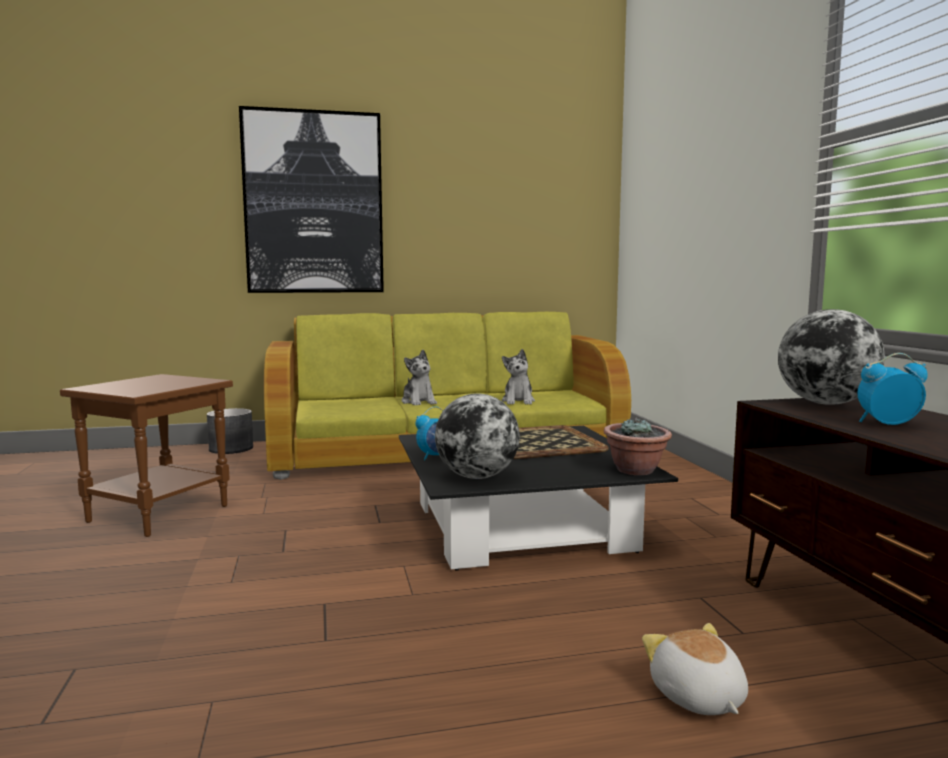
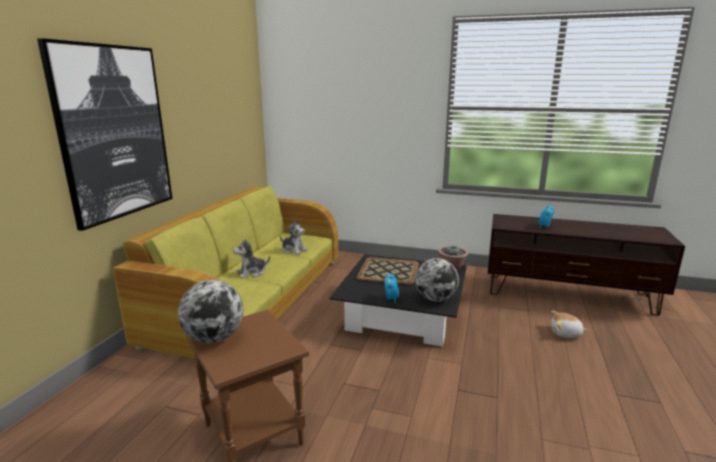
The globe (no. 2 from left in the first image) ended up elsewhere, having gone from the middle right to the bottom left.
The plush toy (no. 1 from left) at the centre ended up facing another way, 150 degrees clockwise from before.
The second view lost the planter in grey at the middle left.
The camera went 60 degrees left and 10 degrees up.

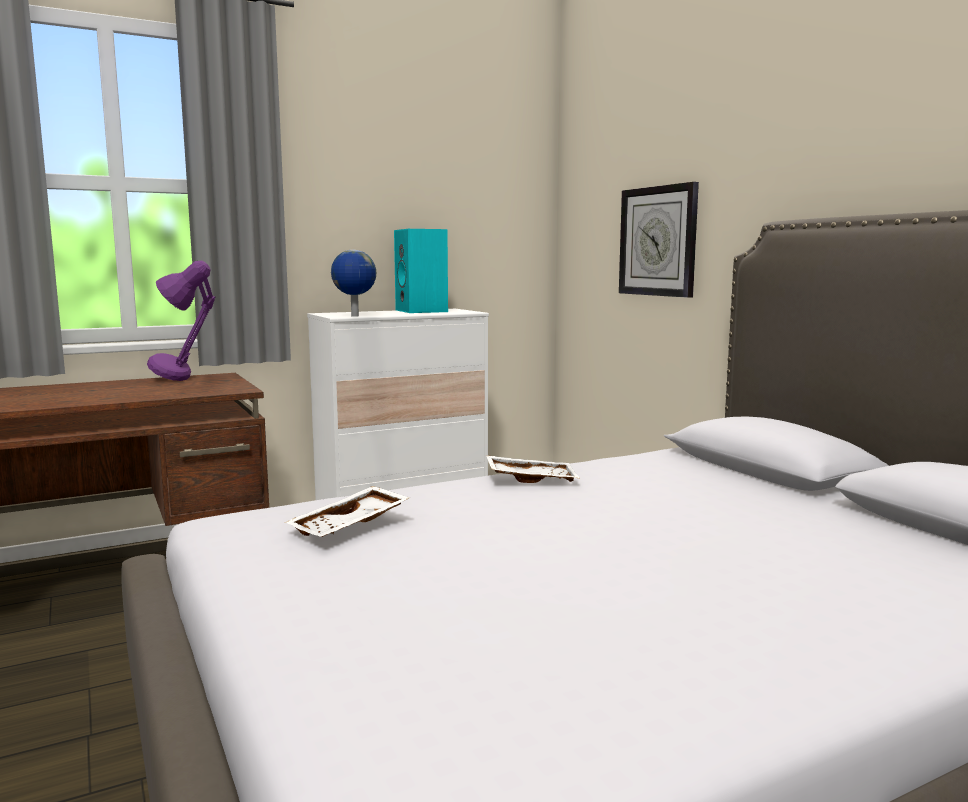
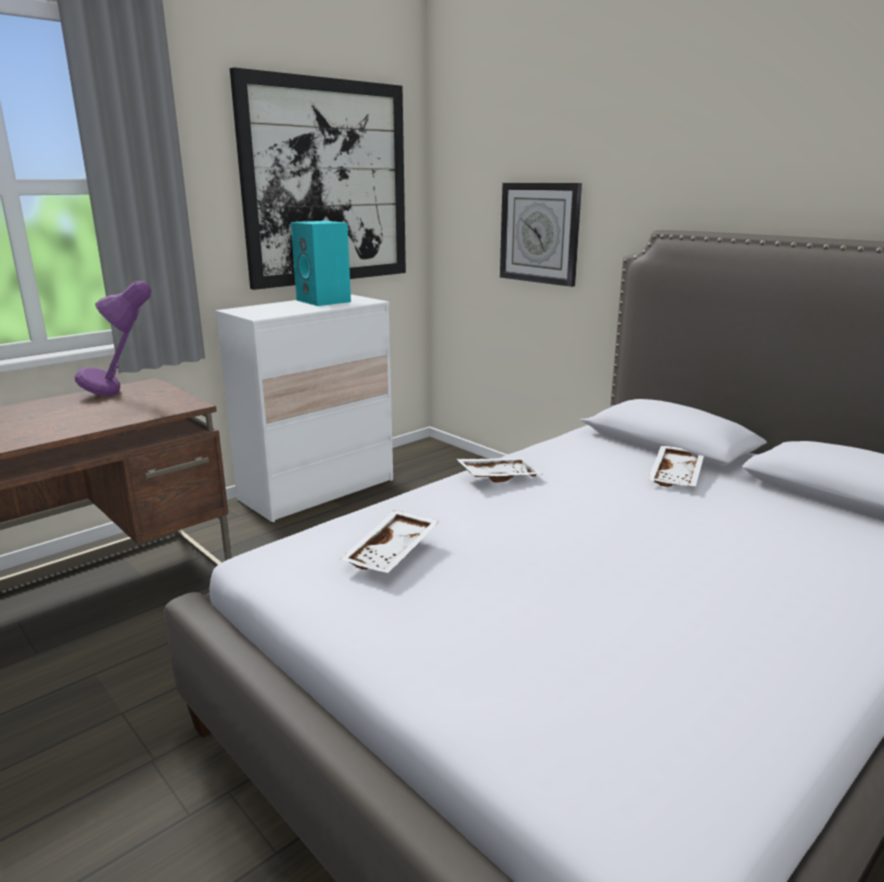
The second view lost the globe at the centre.
The second view gained the picture at the top centre.
The second view gained the tray in white (no. 3 from left) at the middle right.
The camera went 15 degrees left and 10 degrees up.

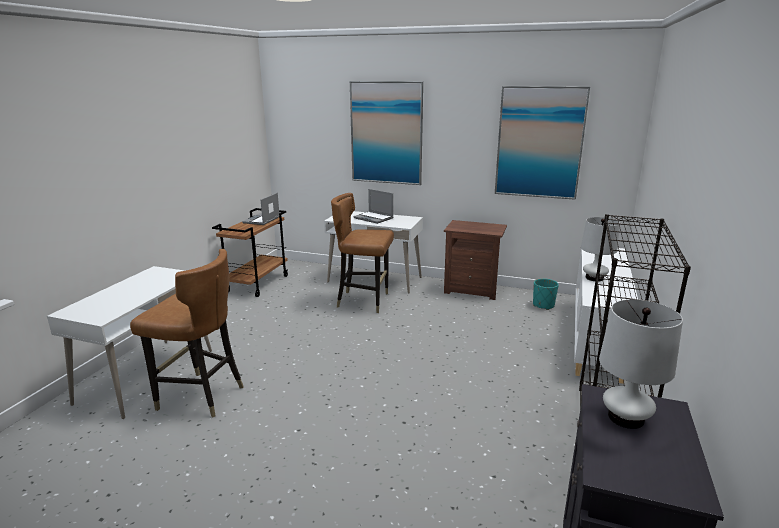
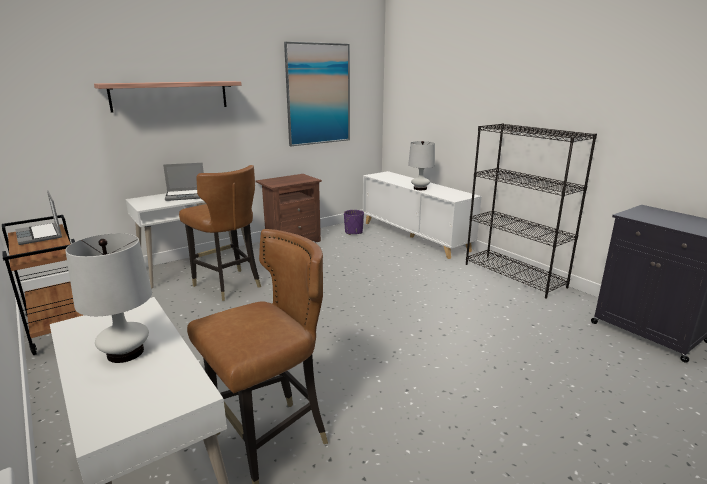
Where the picture (no. 1 from left) hung at the top centre, the shelf came to hang at the top left.
The chair in brown (no. 2 from left in the first image) at the centre ended up facing another way, 90 degrees counterclockwise from before.
What was the planter in turquoise at the middle right turned into the planter in purple at the centre.
The table lamp in white (no. 2 from left in the first image) ended up elsewhere, having gone from the bottom right to the middle left.
The camera went 55 degrees left and 0 degrees up.

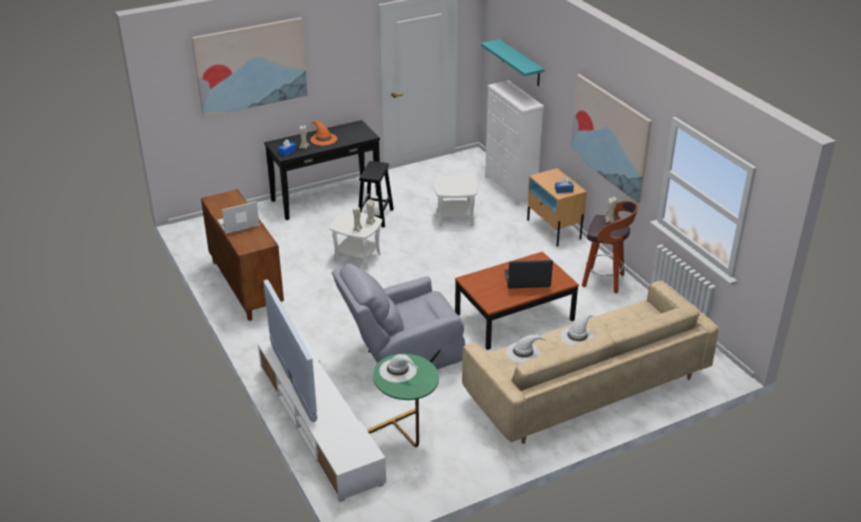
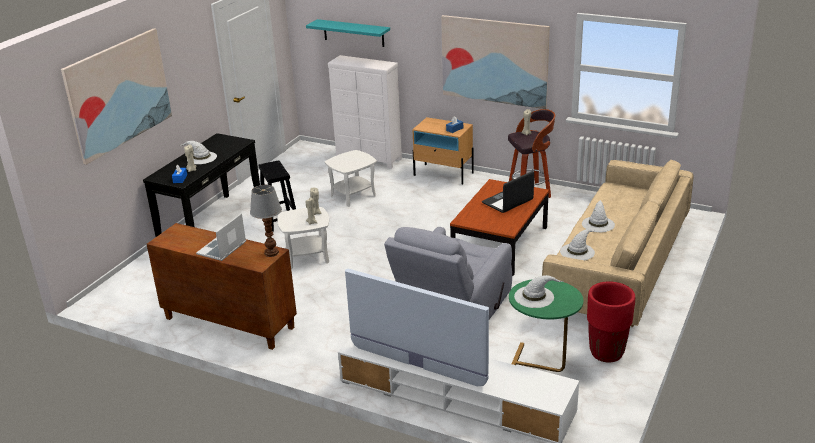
What was the hat in orange at the top centre turned into the hat in white (no. 1 from left) at the middle left.
The second view gained the table lamp at the middle left.
The second view gained the planter in red at the bottom right.
The camera went 35 degrees left and 5 degrees down.

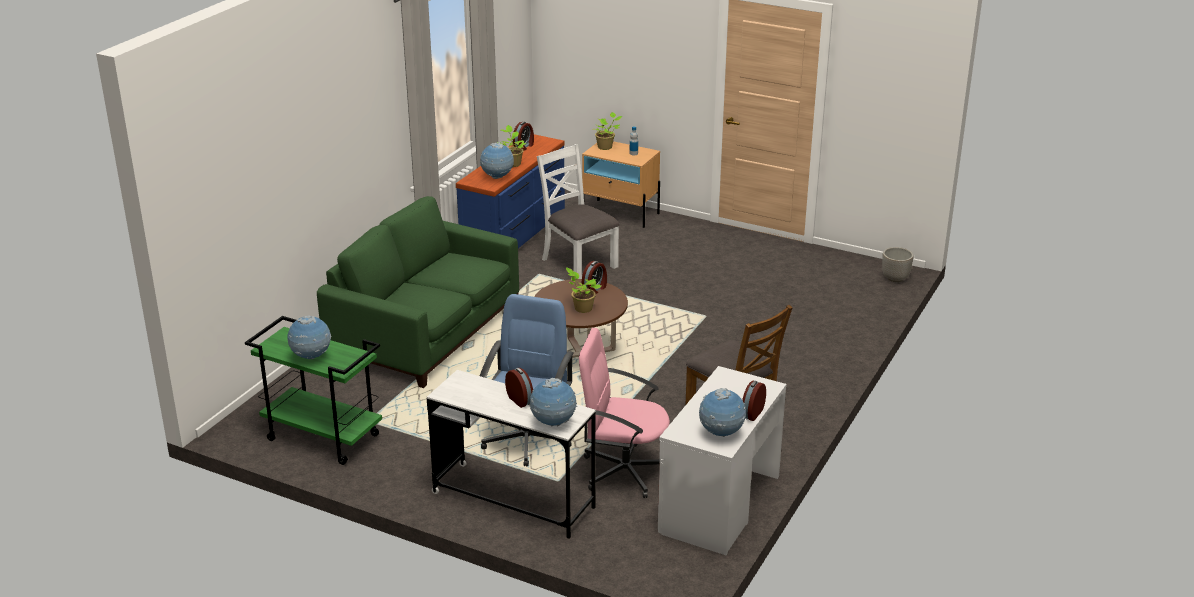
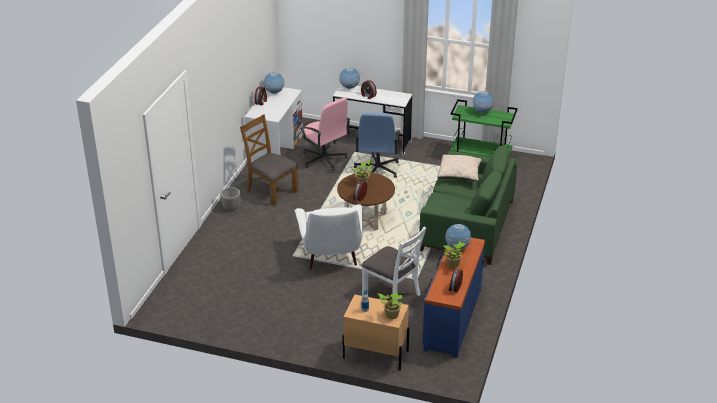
The planter ended up elsewhere, having gone from the middle right to the middle left.
The office chair in pink at the bottom centre ended up facing another way, 45 degrees clockwise from before.
The second view gained the pillow in beige at the centre.
The second view gained the armchair in white at the centre.
The camera went 170 degrees right and 5 degrees up.

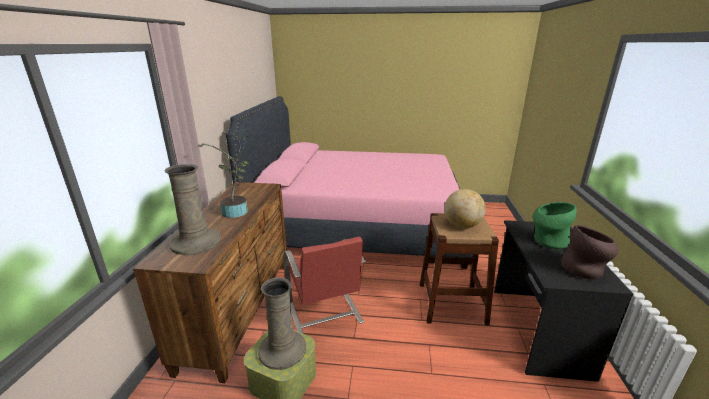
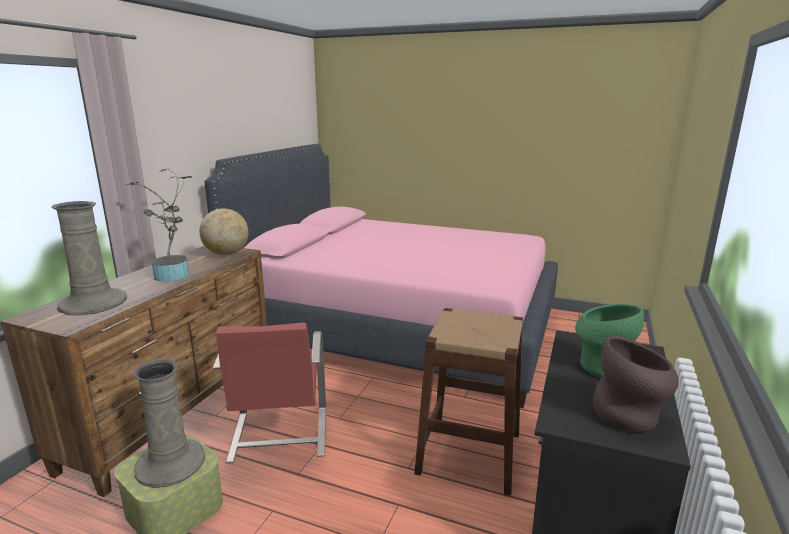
The globe ended up elsewhere, having gone from the centre to the middle left.
The camera went 15 degrees right and 5 degrees down.

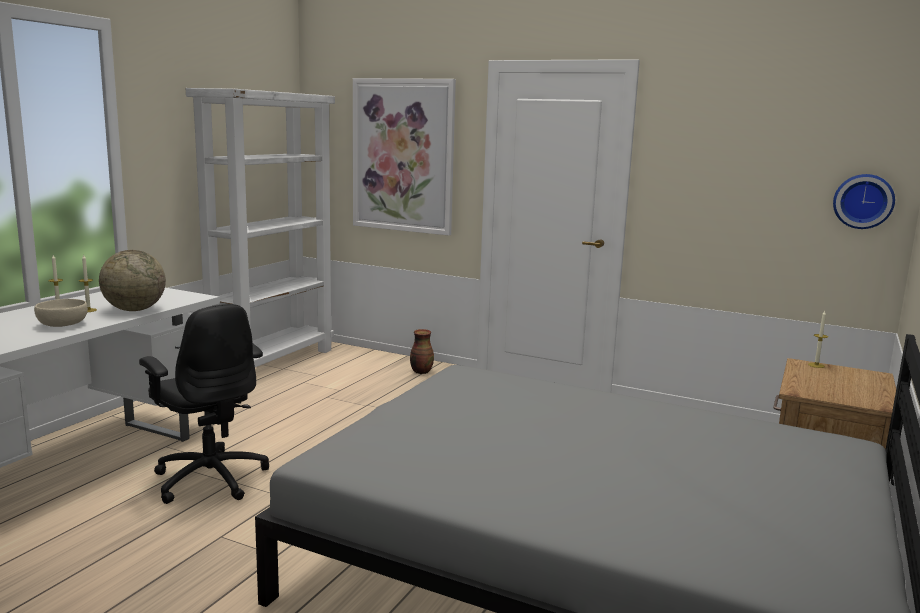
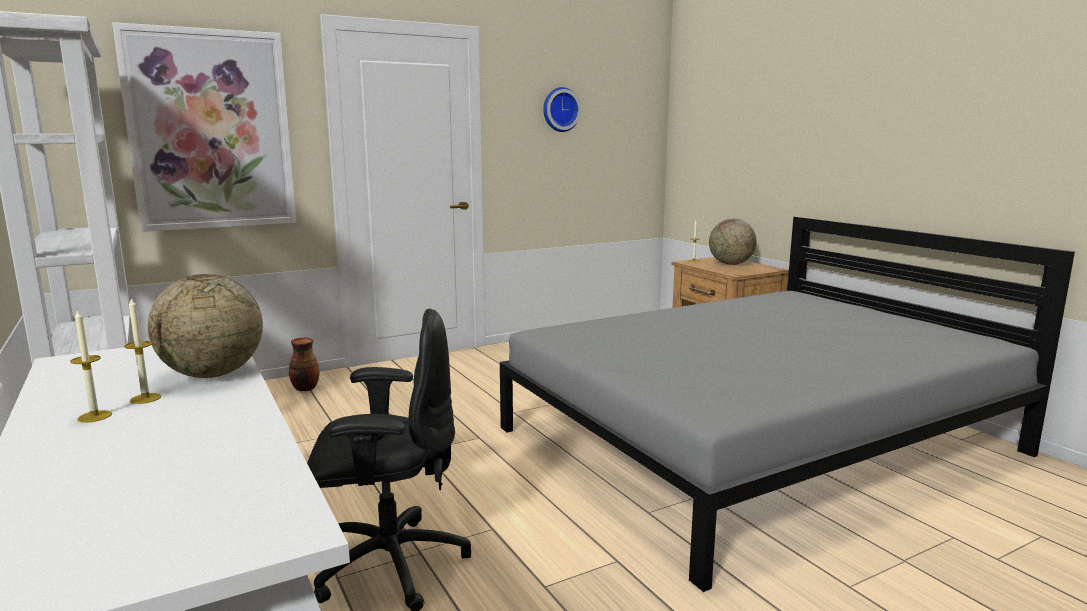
The wall clock ended up elsewhere, having gone from the top right to the top centre.
The second view lost the bowl in beige at the middle left.
The second view gained the globe (no. 2 from left) at the middle right.
The camera went 55 degrees left and 0 degrees up.

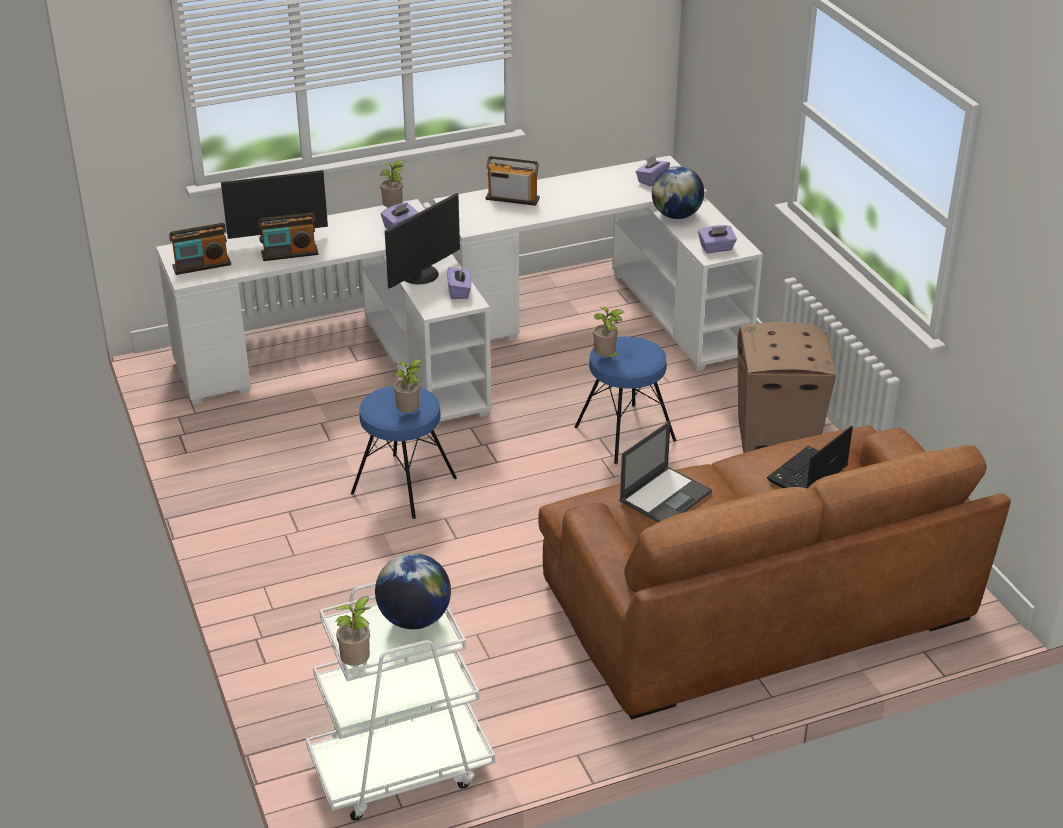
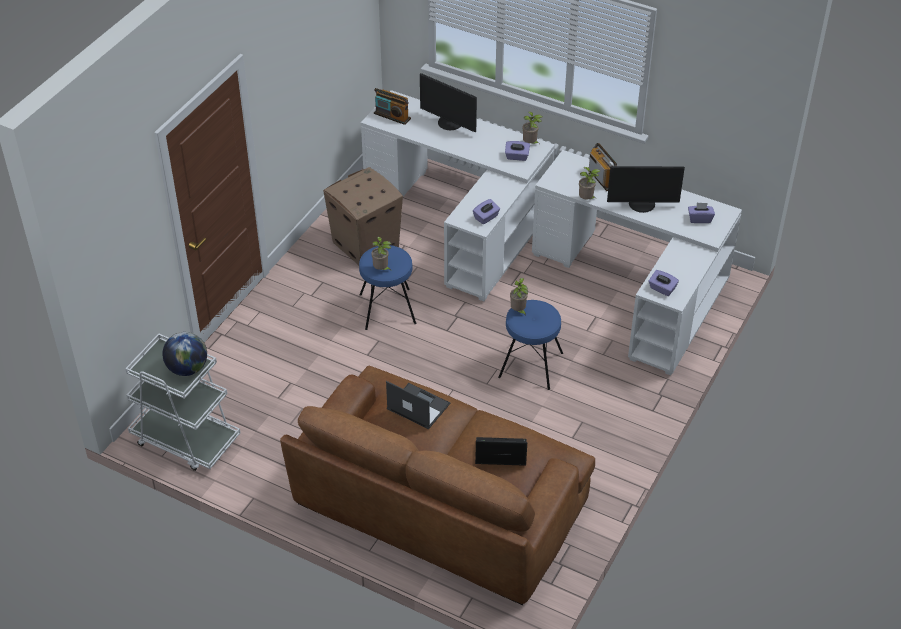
The second view lost the globe (no. 2 from left) at the top centre.
The monitor (no. 2 from left) ended up elsewhere, having gone from the top centre to the top right.
The second view lost the radio (no. 2 from left) at the top left.
The cardboard box ended up elsewhere, having gone from the middle right to the centre.
The laptop (no. 1 from left) at the centre ended up facing another way, 150 degrees counterclockwise from before.
The potted plant (no. 1 from left in the first image) ended up elsewhere, having gone from the bottom left to the top centre.
The camera went 50 degrees right and 10 degrees up.

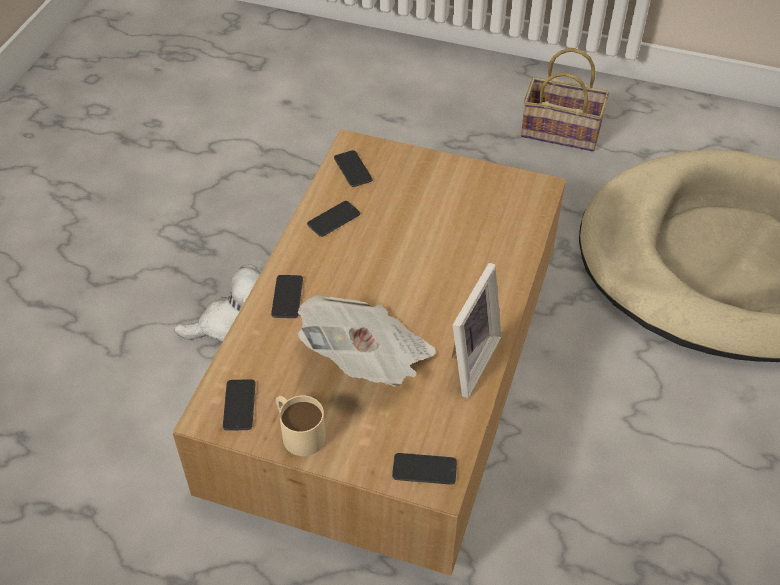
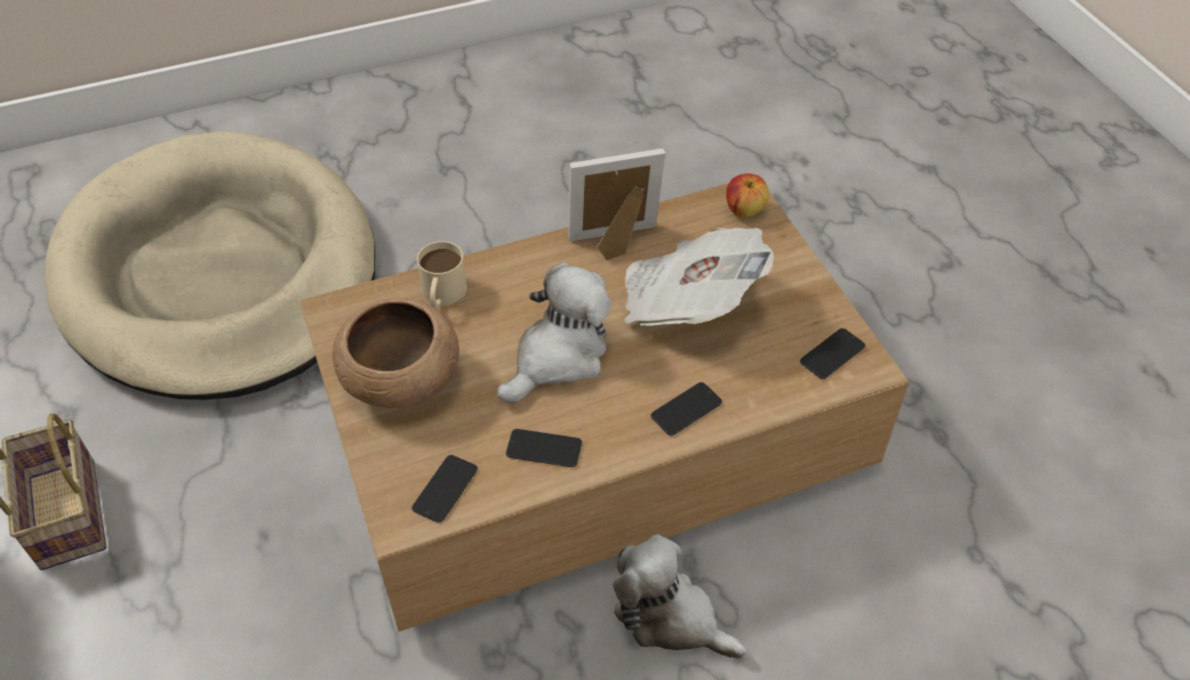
The mug in beige ended up elsewhere, having gone from the bottom centre to the centre.
Where the phone (no. 5 from left) stood at the bottom centre, the apple came to stand at the top centre.
The second view gained the plush toy (no. 1 from left) at the centre.
The second view gained the bowl in brown at the middle left.
The camera went 130 degrees left and 0 degrees up.

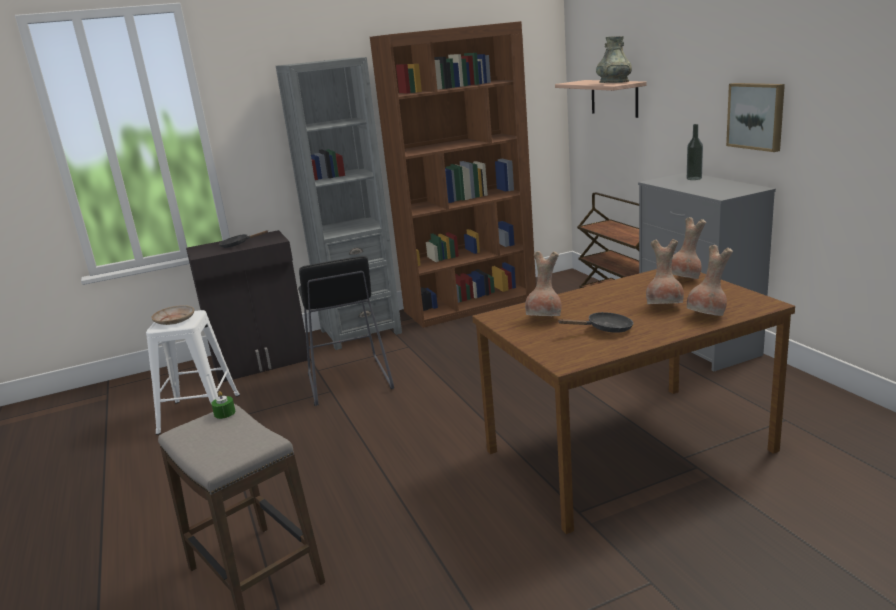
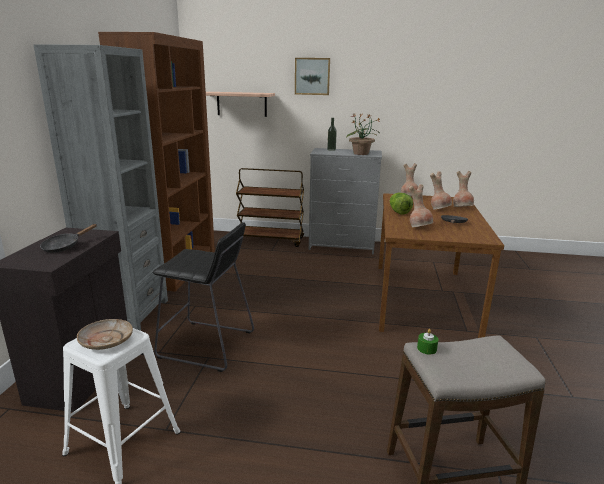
The second view lost the vase in grey at the top right.
The picture ended up elsewhere, having gone from the top right to the top centre.
The second view gained the potted plant at the top centre.
The second view gained the lettuce at the centre.
The camera went 60 degrees left and 0 degrees up.

